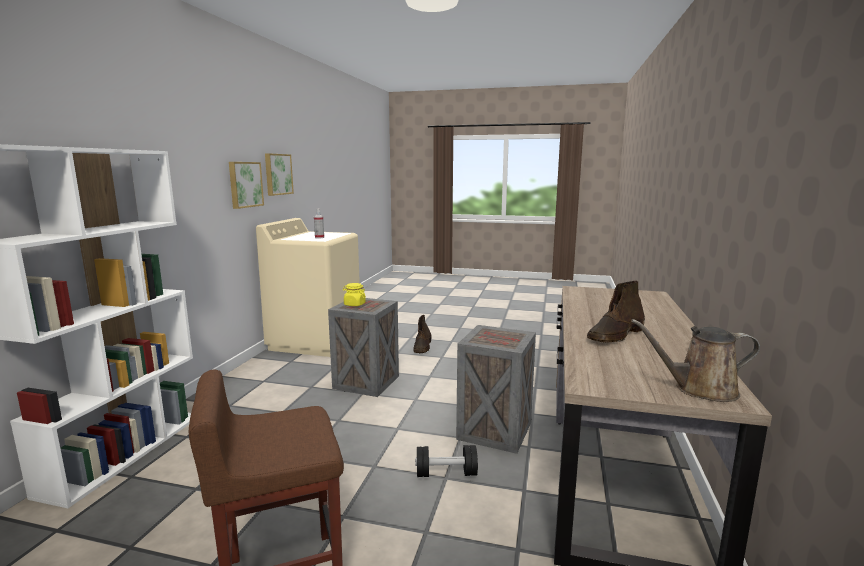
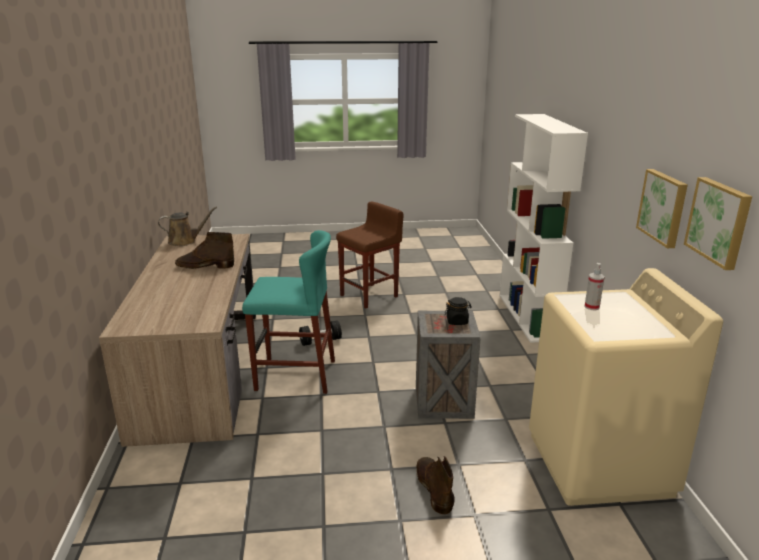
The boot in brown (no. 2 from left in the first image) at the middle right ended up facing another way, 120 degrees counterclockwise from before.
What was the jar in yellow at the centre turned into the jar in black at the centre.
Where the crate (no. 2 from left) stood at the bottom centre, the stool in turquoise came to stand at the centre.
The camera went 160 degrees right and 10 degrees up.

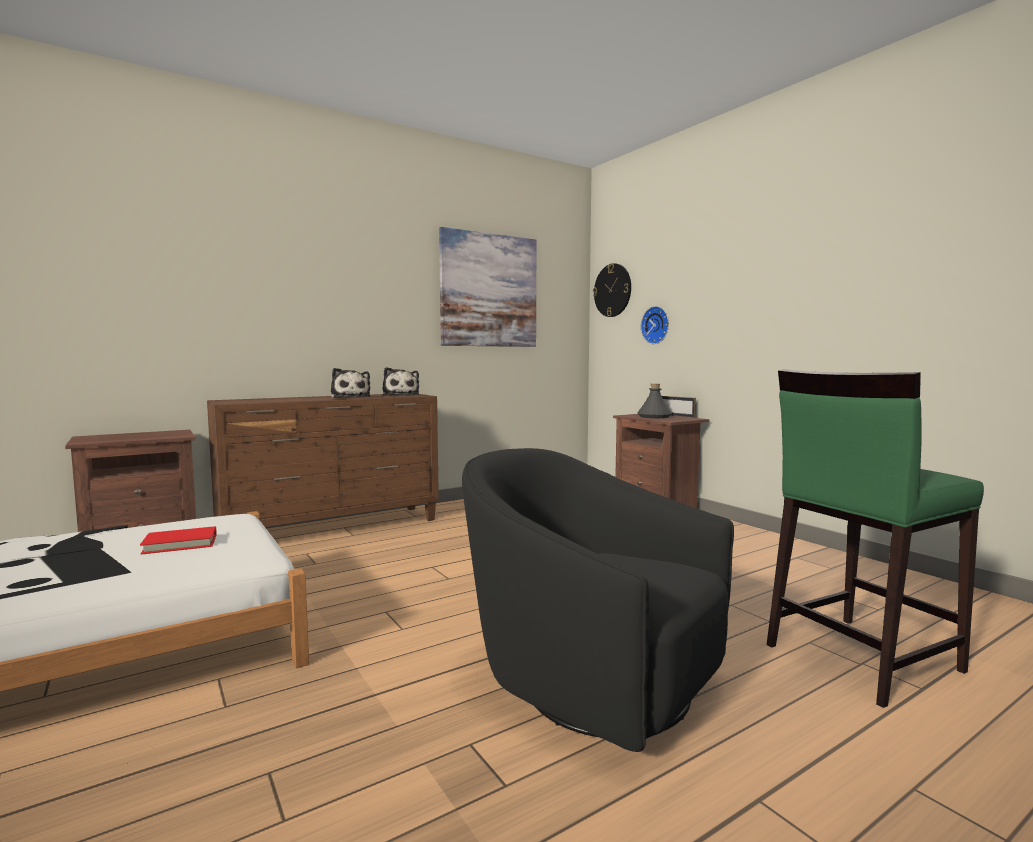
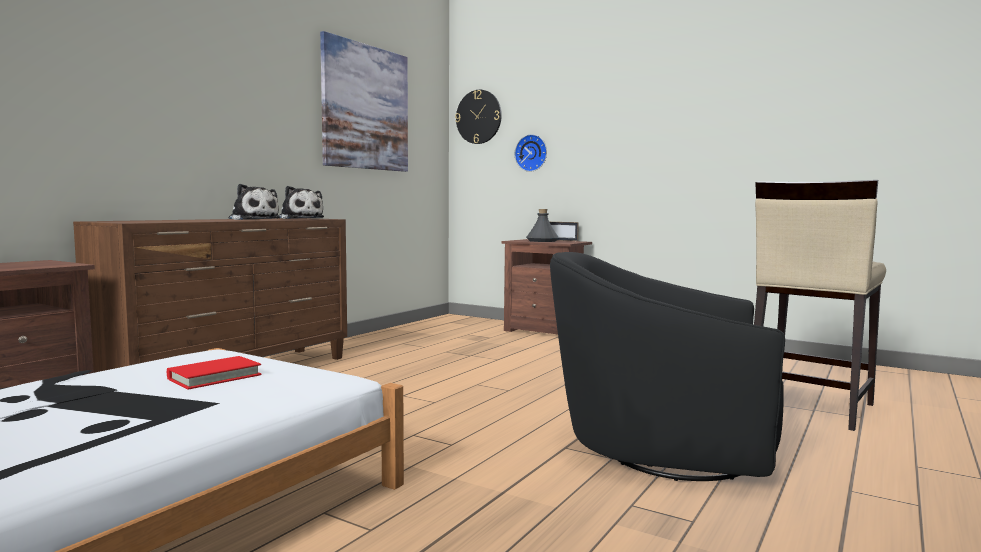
What was the stool in green at the middle right turned into the stool in beige at the middle right.
The camera went 25 degrees left and 0 degrees up.

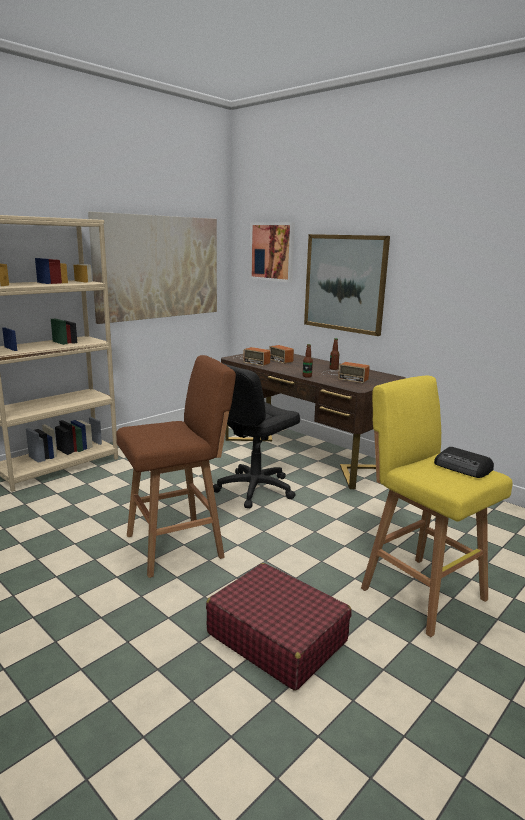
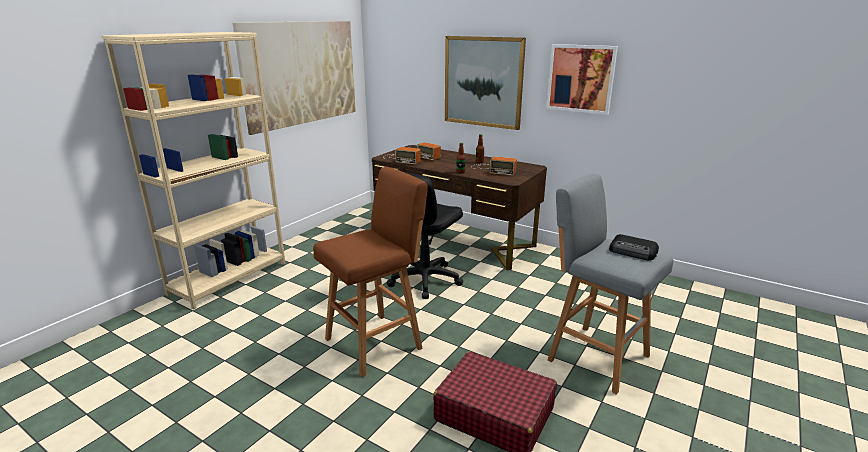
The picture (no. 2 from left in the first image) ended up elsewhere, having gone from the top centre to the top right.
What was the stool in yellow at the middle right turned into the stool in grey at the middle right.
The camera went 10 degrees left and 5 degrees up.

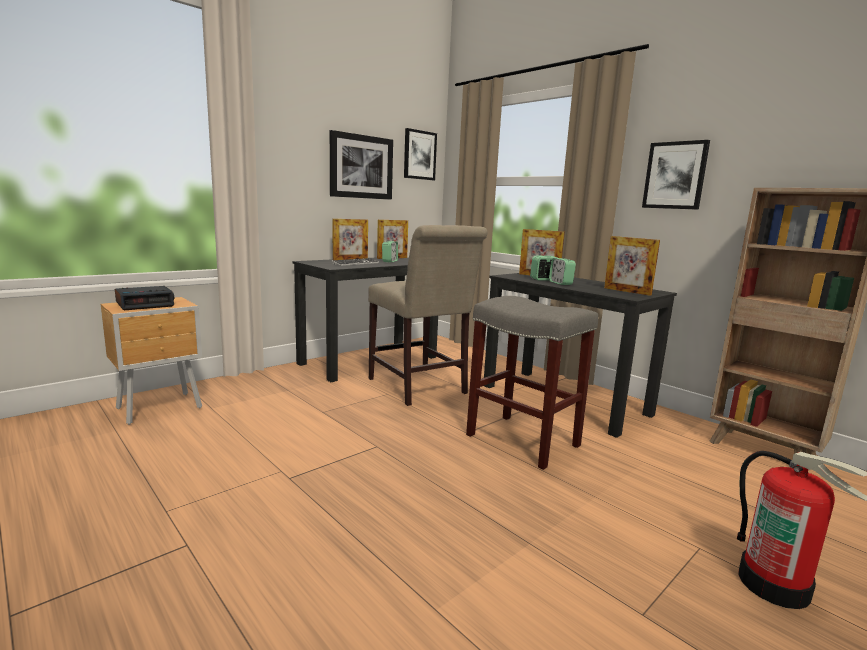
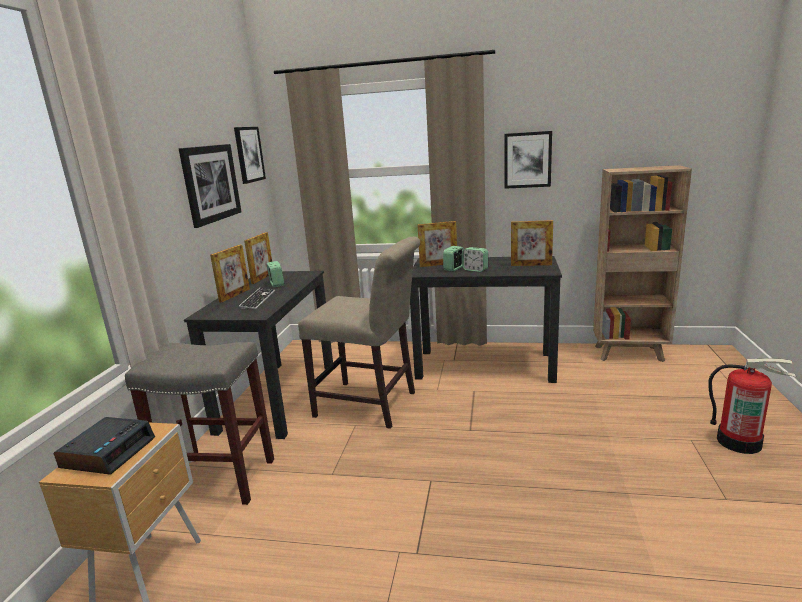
The stool in grey ended up elsewhere, having gone from the centre to the bottom left.
The camera went 35 degrees left and 5 degrees up.

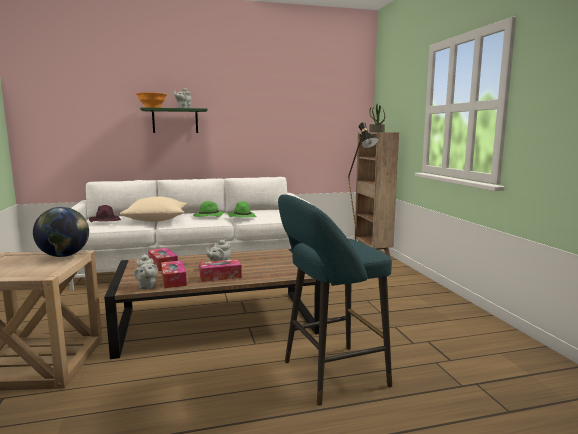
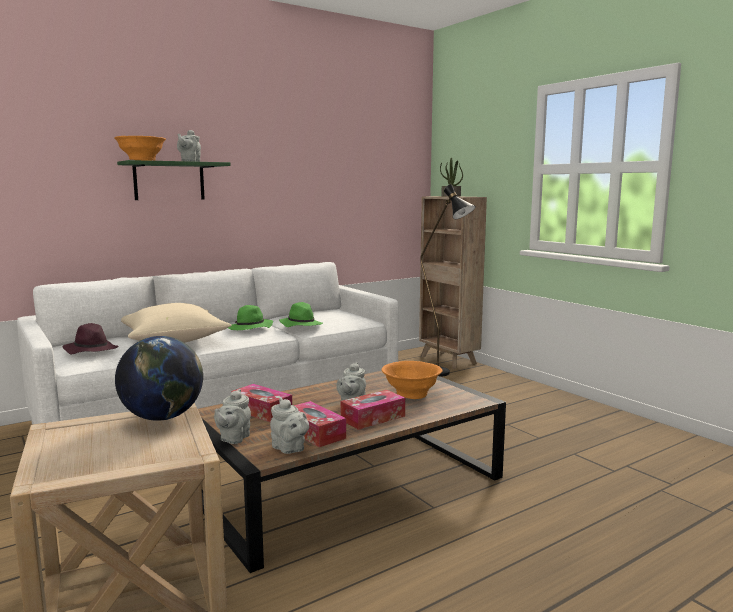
The second view lost the stool in turquoise at the bottom centre.
The second view gained the bowl in orange (no. 2 from left) at the centre.
The second view gained the teapot in grey (no. 2 from left) at the bottom left.
The camera went 20 degrees left and 0 degrees up.

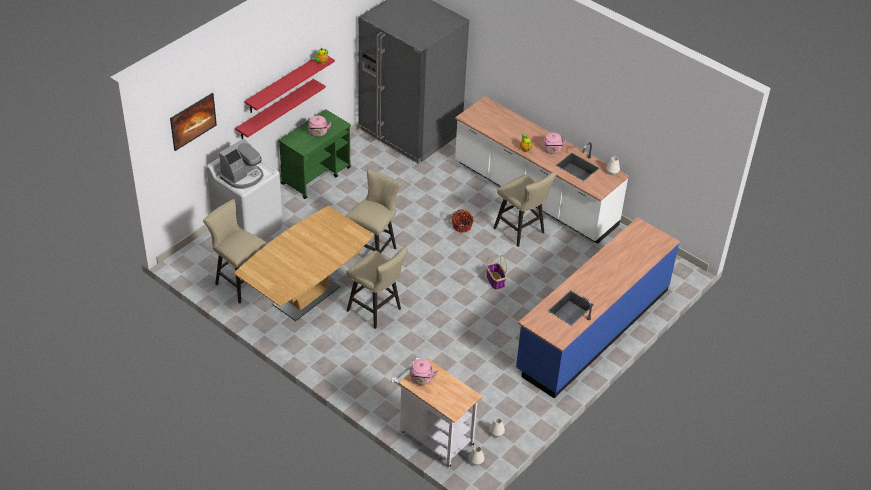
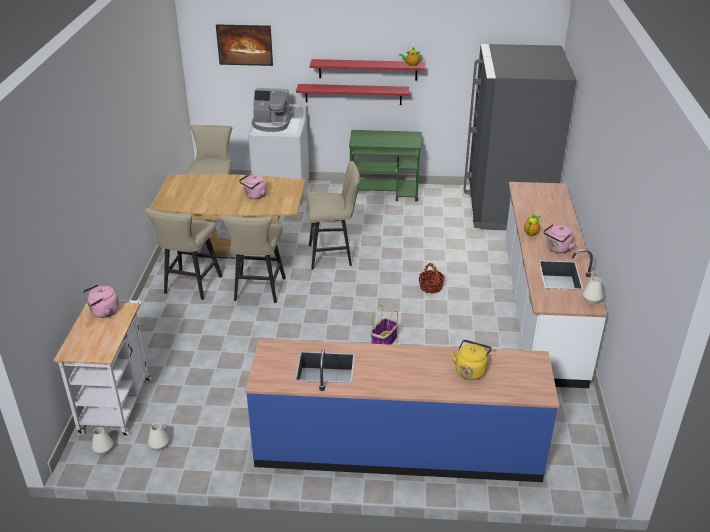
The kettle in pink (no. 1 from left in the first image) ended up elsewhere, having gone from the top centre to the centre.
The stool in beige (no. 4 from left in the first image) ended up elsewhere, having gone from the centre to the middle left.
The second view gained the kettle in yellow at the bottom centre.
The camera went 55 degrees right and 10 degrees down.

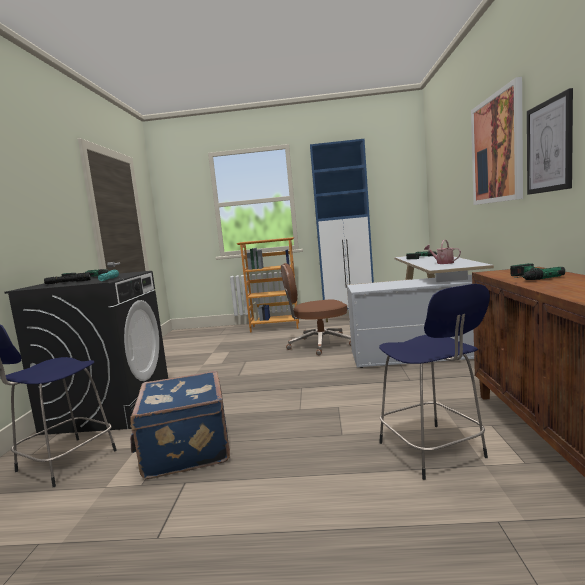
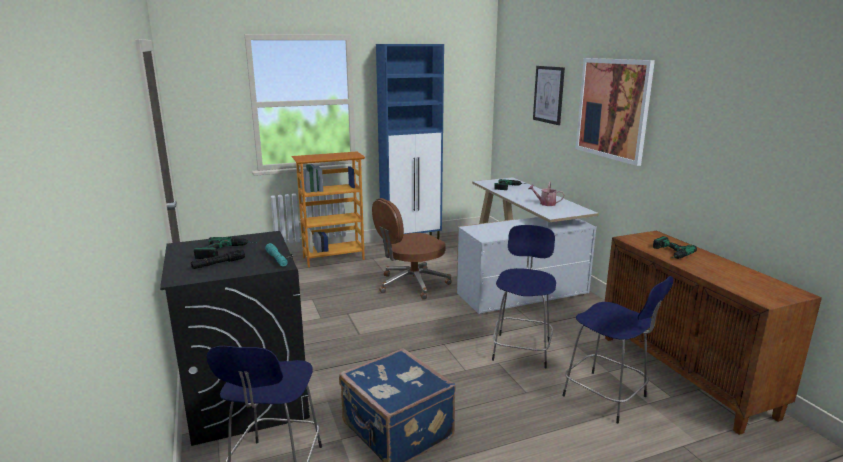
The picture (no. 2 from left in the first image) ended up elsewhere, having gone from the top right to the top centre.
The second view gained the stool in blue (no. 2 from left) at the centre.
The camera went 25 degrees left and 10 degrees up.

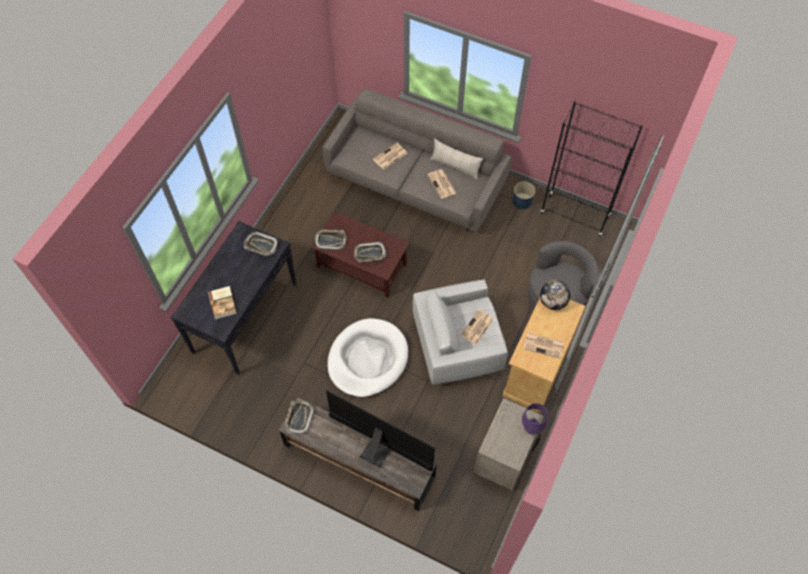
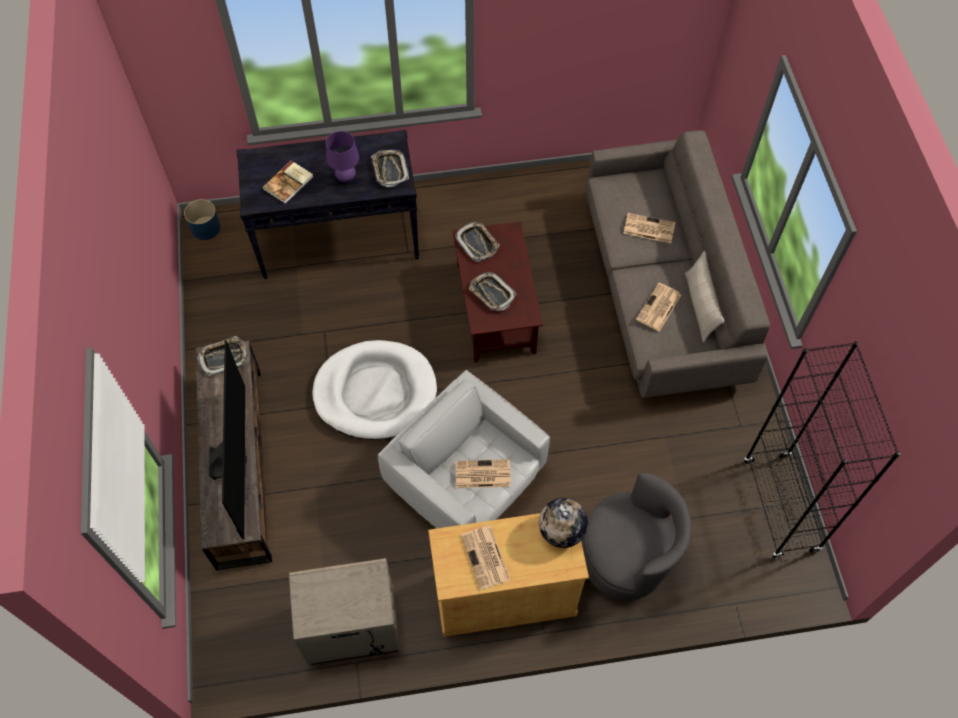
The planter in blue ended up elsewhere, having gone from the centre to the top left.
The table lamp in purple ended up elsewhere, having gone from the bottom centre to the top centre.
The camera went 55 degrees right and 0 degrees up.

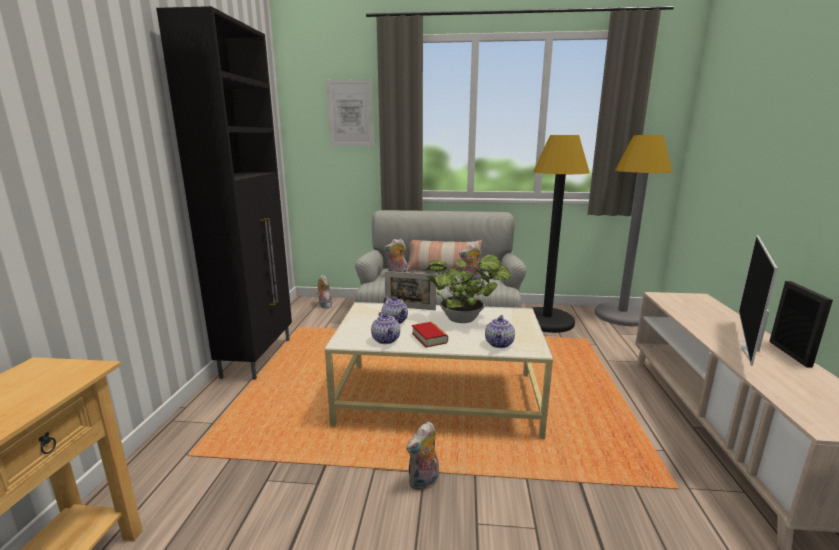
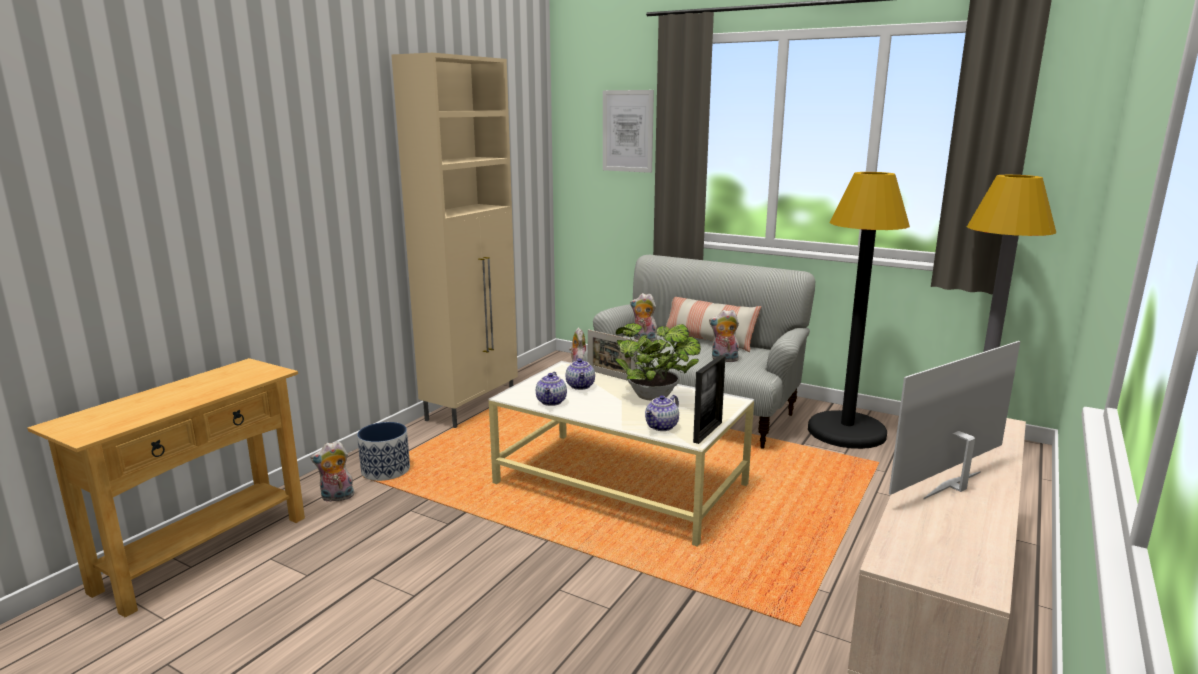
What was the cabinet in black at the middle left turned into the cabinet in beige at the centre.
The picture frame (no. 2 from left) ended up elsewhere, having gone from the middle right to the centre.
The second view lost the book at the centre.
The plush toy (no. 3 from left in the first image) ended up elsewhere, having gone from the bottom centre to the bottom left.
The second view gained the planter at the bottom left.
The camera went 25 degrees right and 0 degrees up.

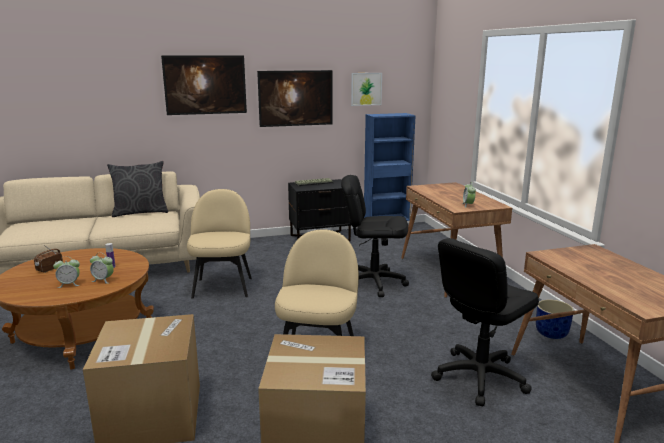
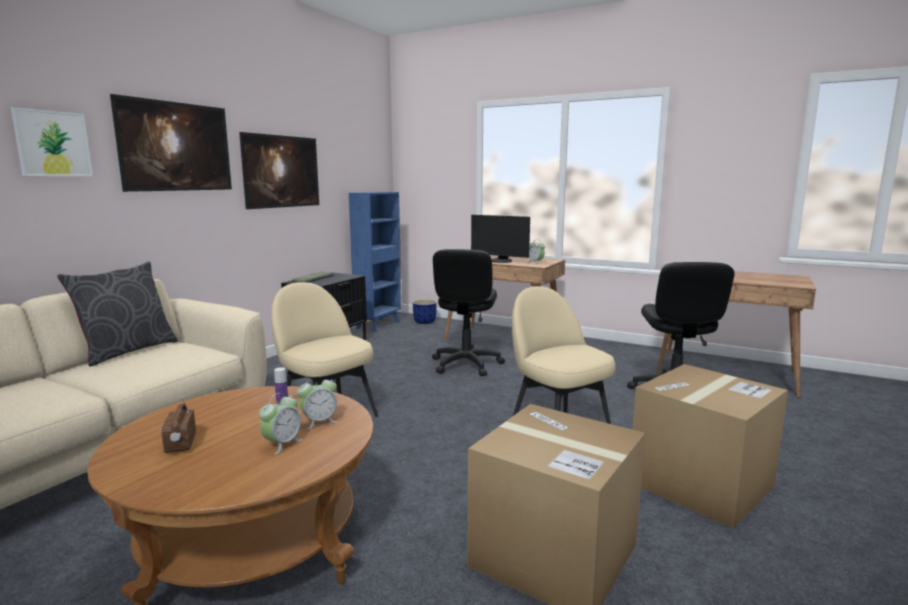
The picture (no. 3 from left in the first image) ended up elsewhere, having gone from the top centre to the top left.
The office chair in black (no. 1 from left) at the centre ended up facing another way, 45 degrees counterclockwise from before.
The planter in blue ended up elsewhere, having gone from the bottom right to the centre.
The second view gained the monitor at the centre.
The camera went 45 degrees left and 5 degrees down.

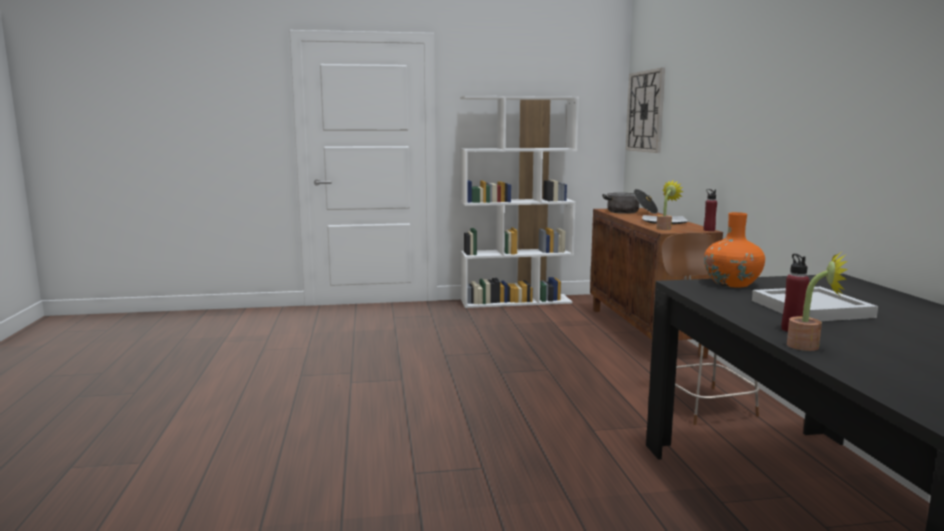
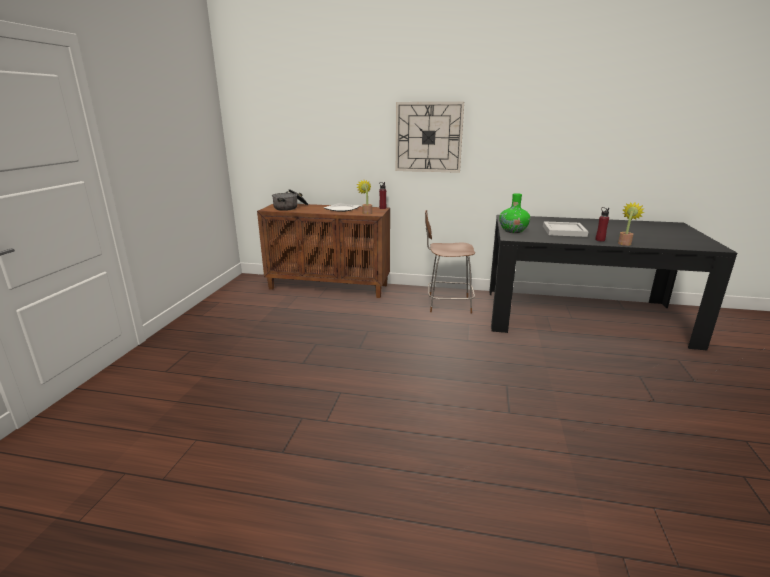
The wall clock ended up elsewhere, having gone from the top right to the top centre.
The second view lost the bookcase in white at the centre.
What was the vase in orange at the middle right turned into the vase in green at the middle right.
The camera went 70 degrees left and 10 degrees up.

